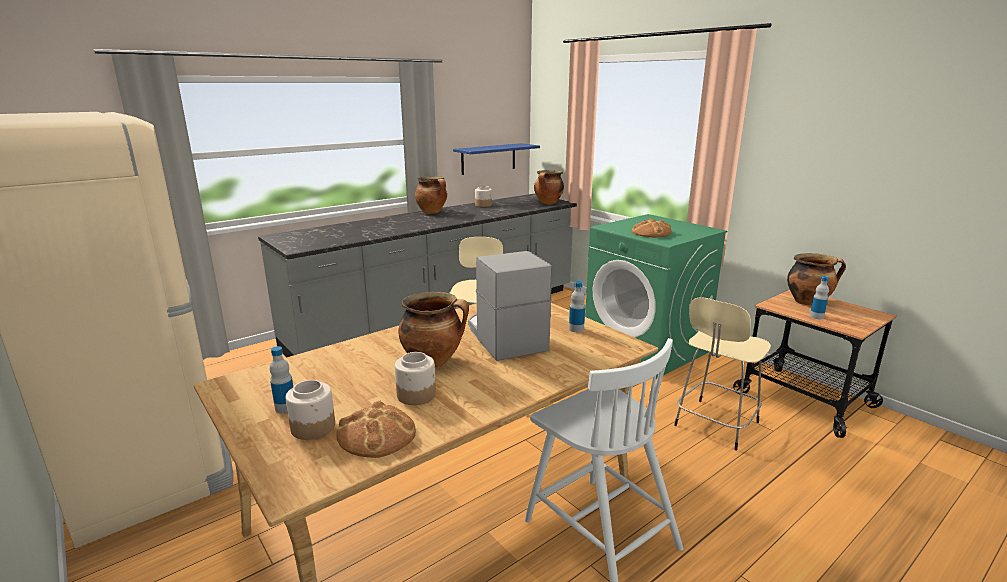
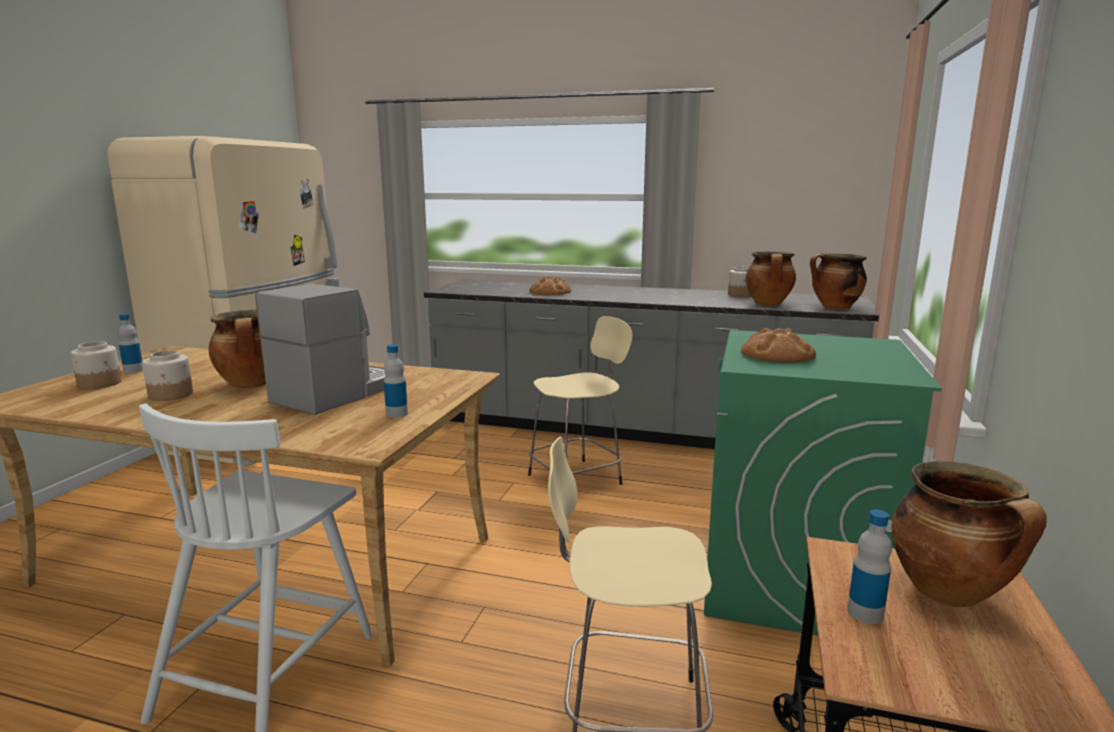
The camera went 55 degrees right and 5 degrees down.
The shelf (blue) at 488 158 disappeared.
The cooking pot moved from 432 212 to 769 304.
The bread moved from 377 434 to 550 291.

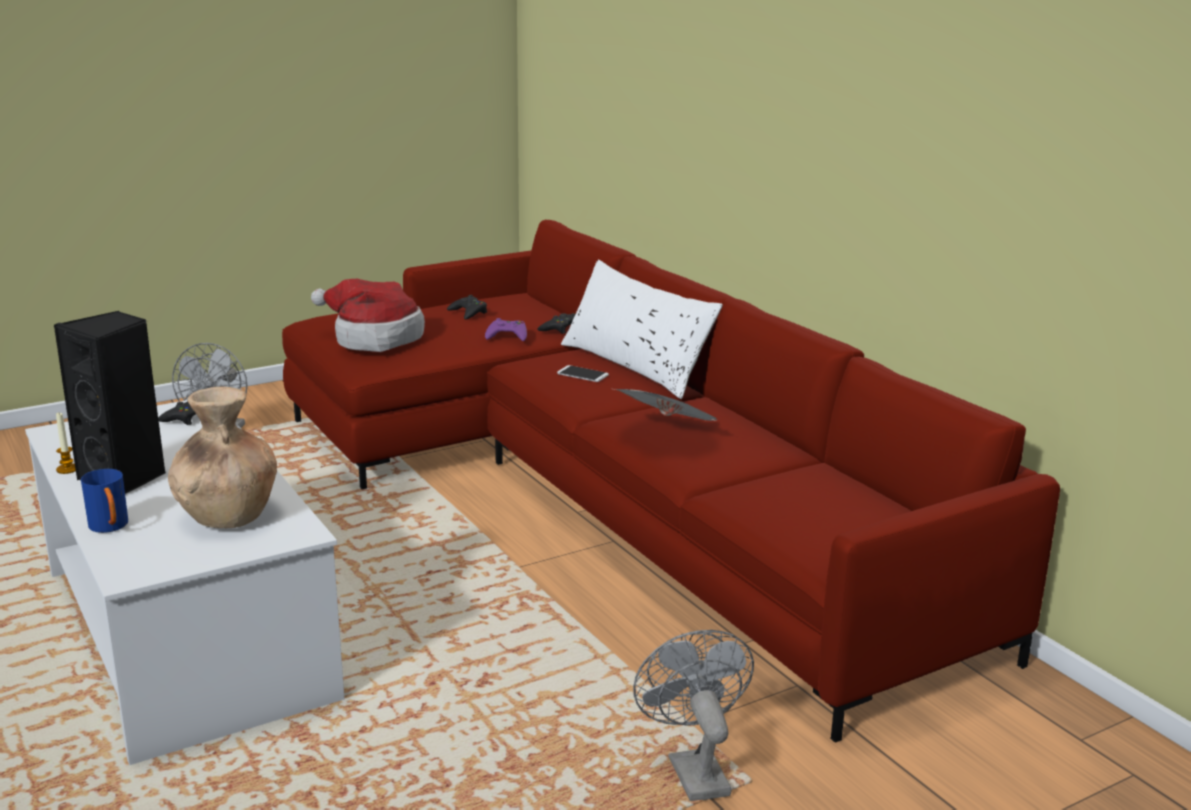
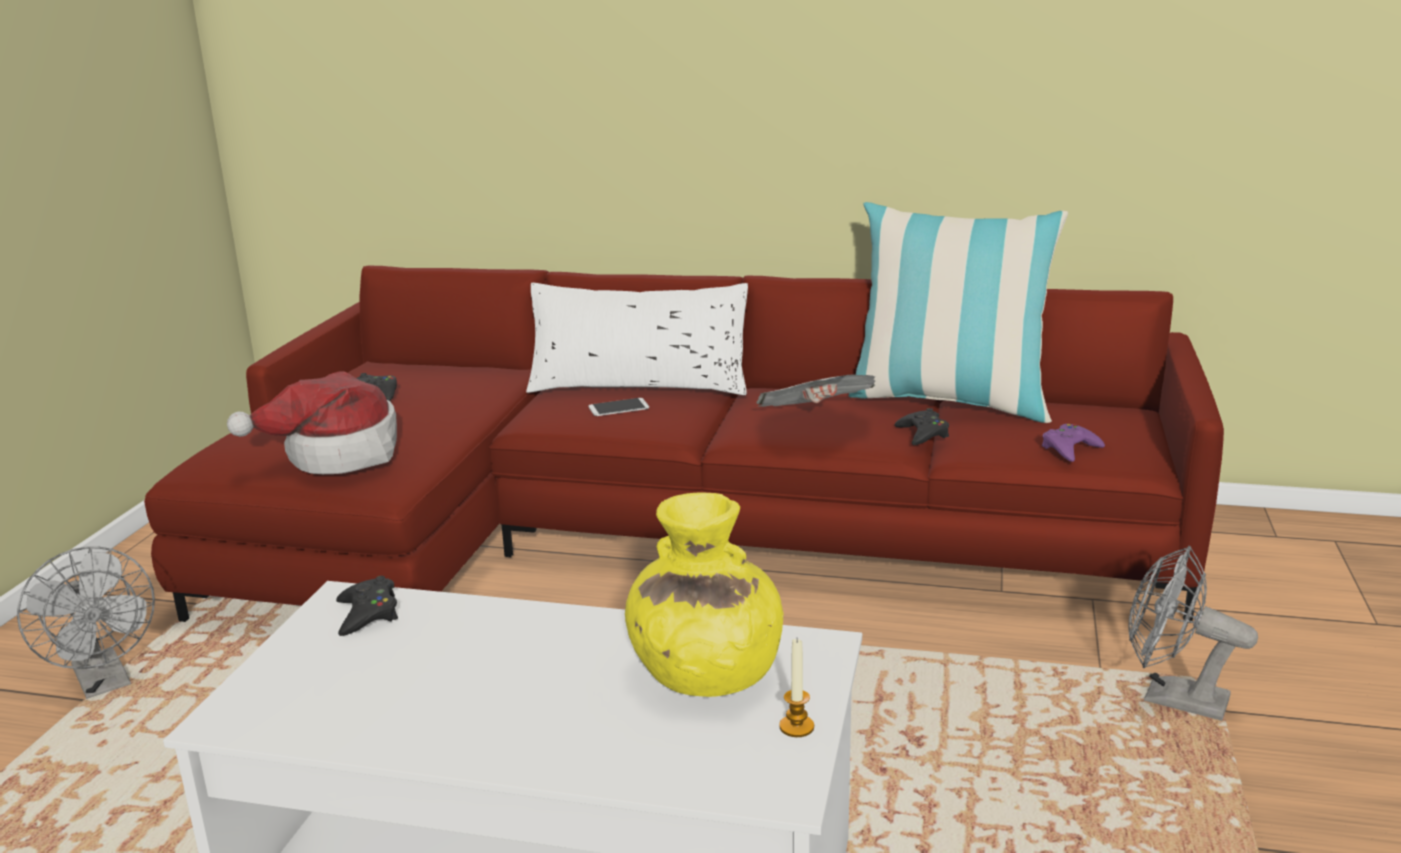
The camera went 45 degrees left and 0 degrees up.
The speaker (black) at 124 478 disappeared.
The game controller (black) moved from 560 328 to 923 434.
The game controller (purple) moved from 507 336 to 1070 449.
The vase (brown) at 227 515 became the vase (yellow) at 704 674.
The candle moved from 67 469 to 796 727.
The mug (blue) at 110 528 disappeared.
The pillow at 949 401 appeared.

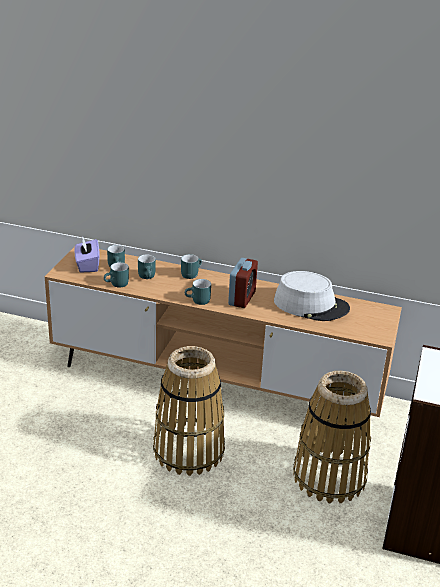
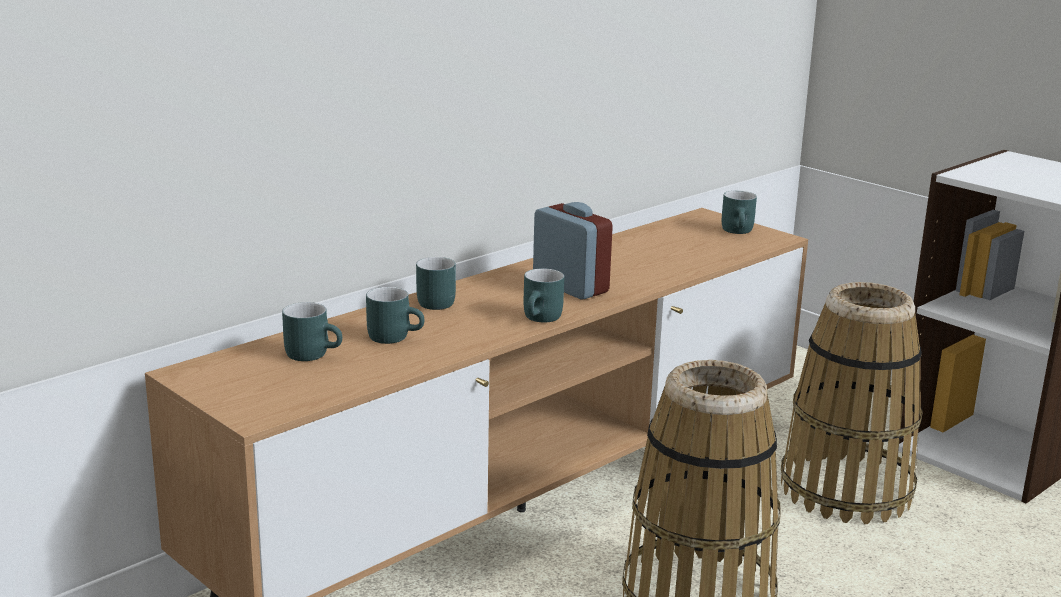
The camera went 60 degrees left and 10 degrees down.
The tissue box (purple) at 87 265 disappeared.
The mug (turquoise) moved from 117 285 to 740 231.
The hat (grey) at 311 305 disappeared.

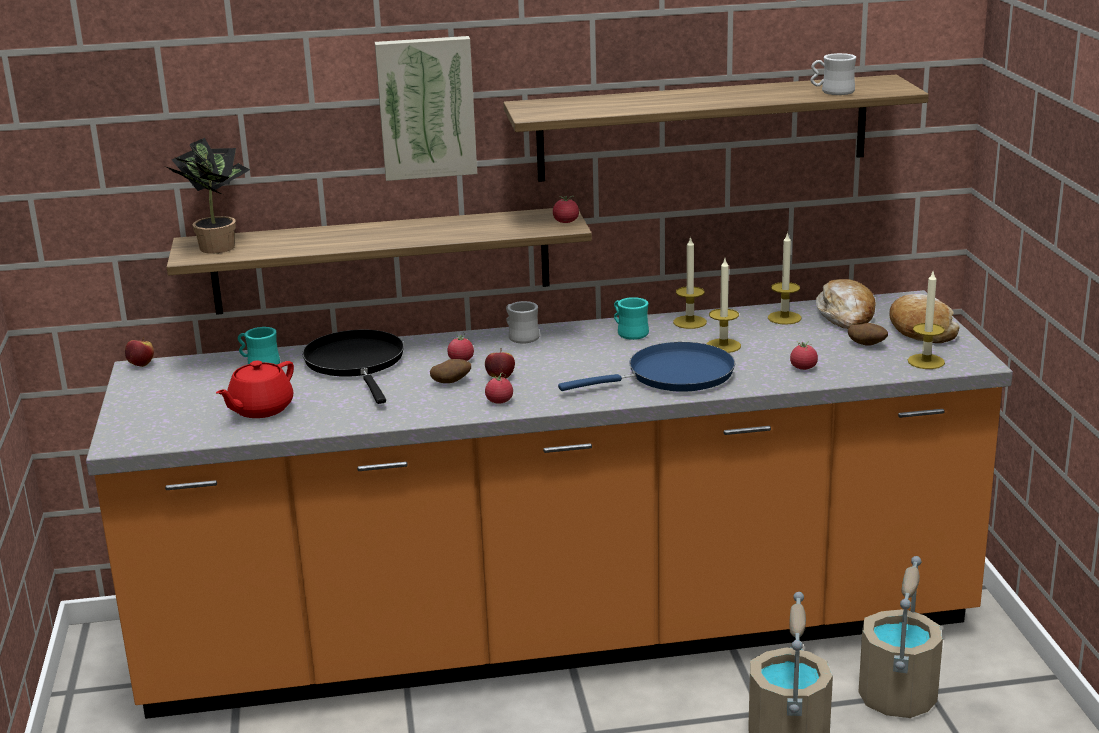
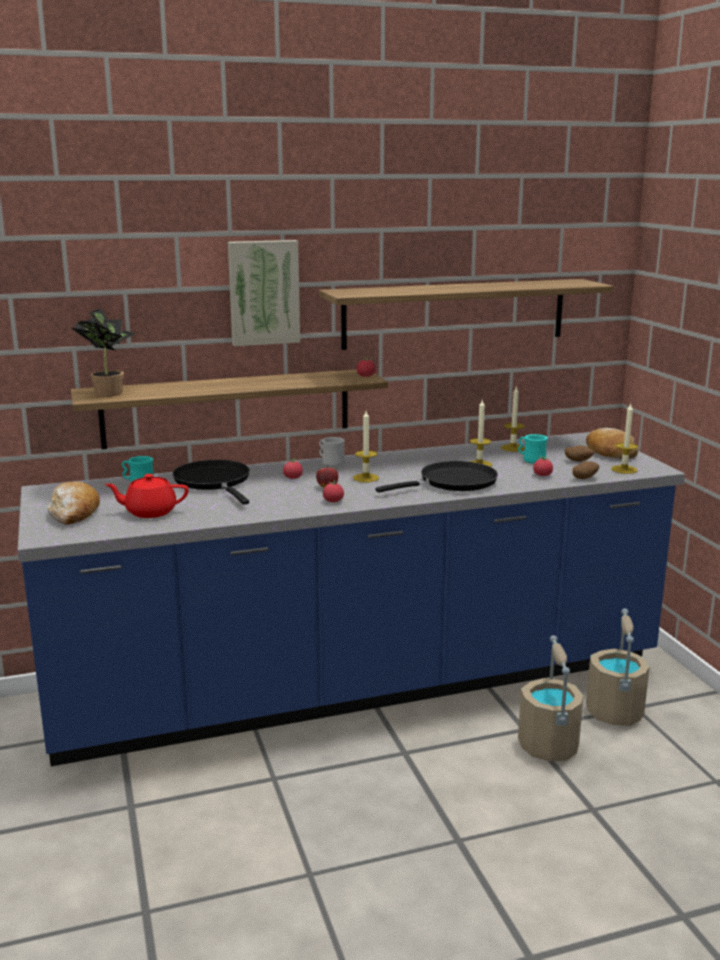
The camera went 10 degrees left and 5 degrees down.
The mug (white) at 832 92 disappeared.
The candle moved from 689 322 to 366 478.
The bread moved from 846 316 to 74 513.
The counter (orange) at 559 633 became the counter (blue) at 360 684.
The mug (turquoise) moved from 629 333 to 531 460.
The apple at 141 365 disappeared.
The frying pan (blue) at 673 376 became the frying pan (black) at 453 482.
The potato moved from 451 382 to 584 478.
The teapot (red) at 260 409 turned 60 degrees clockwise.

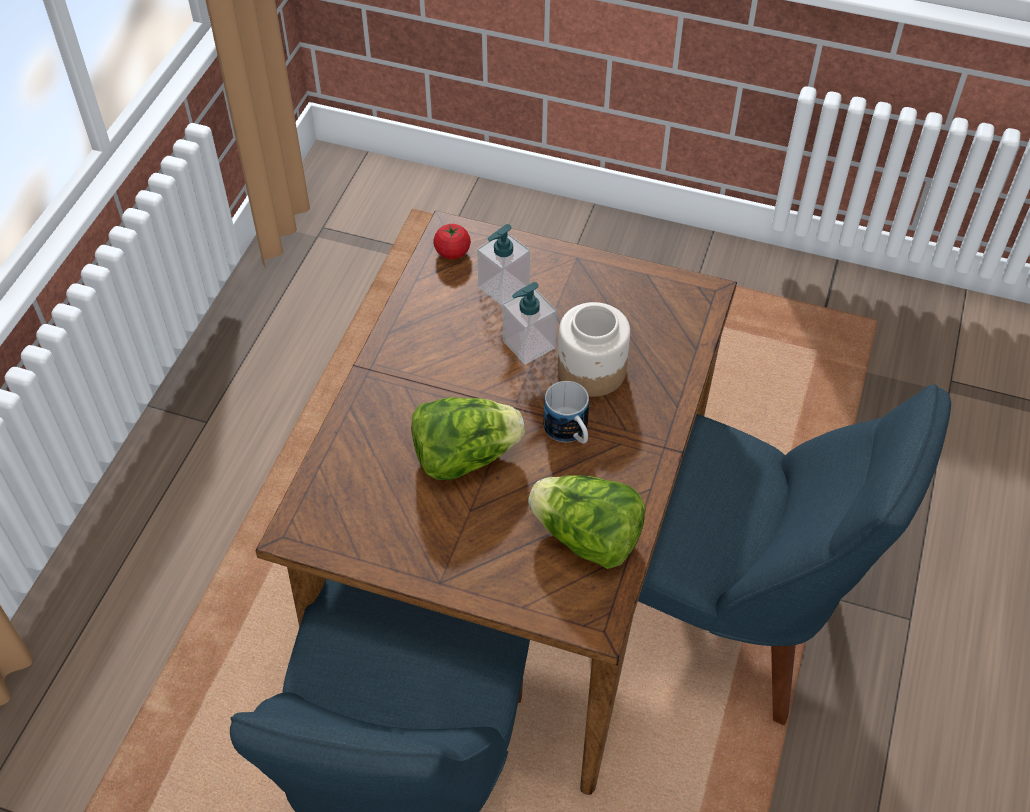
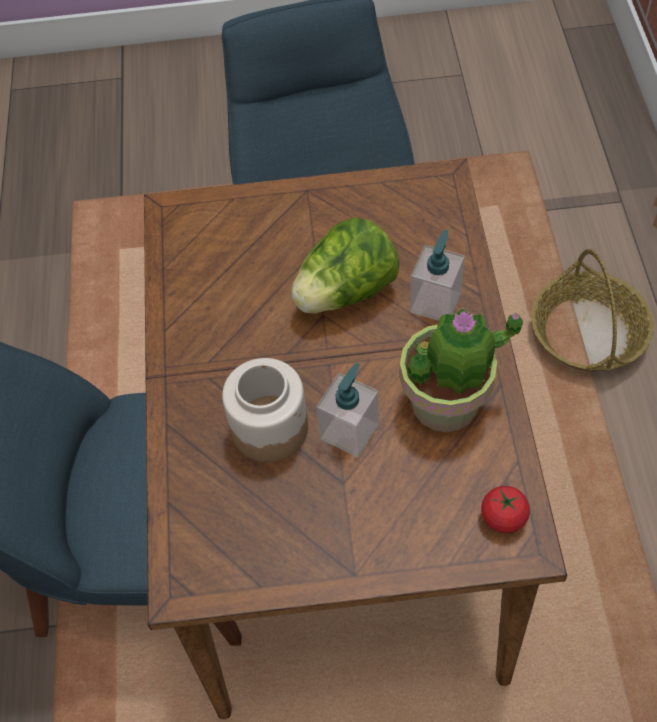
The camera went 160 degrees right and 5 degrees up.
The soap dispenser moved from 503 288 to 435 302.
The mug at 570 433 disappeared.
The lettuce at 587 538 disappeared.
The basket at 588 333 appeared.
The potted plant at 446 403 appeared.

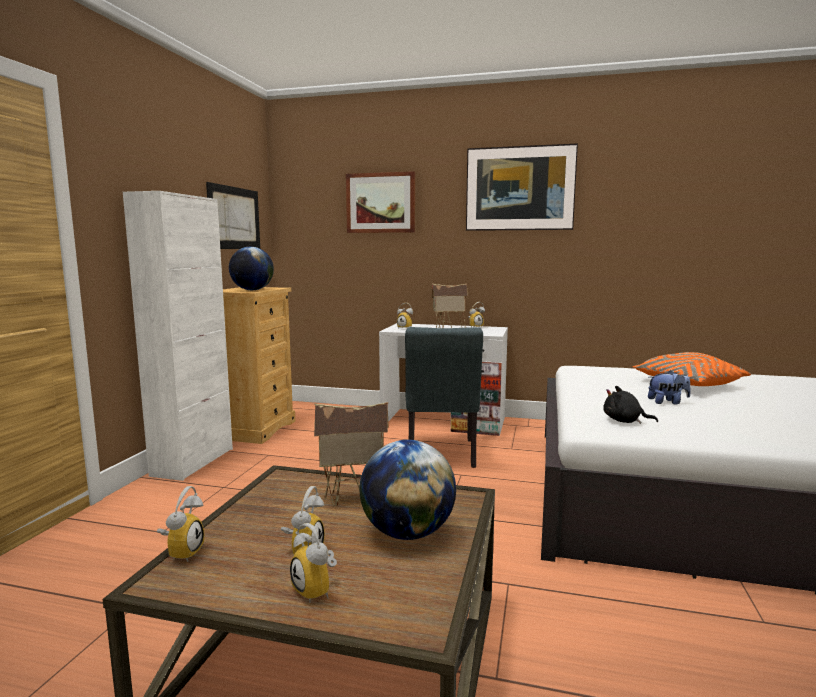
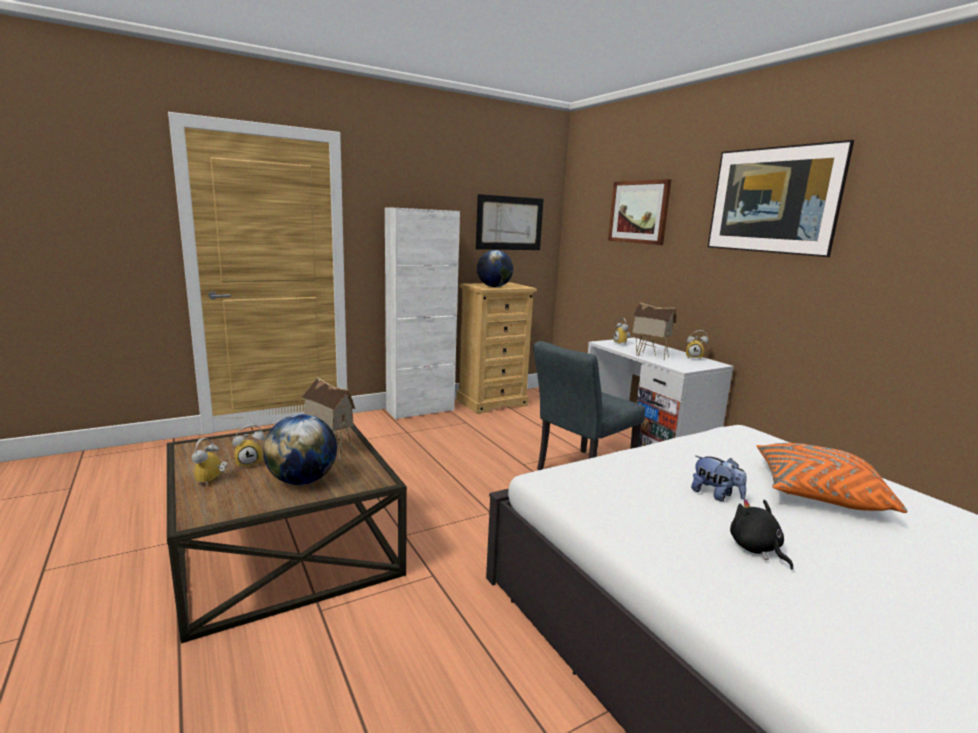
The camera went 45 degrees right and 5 degrees up.
The plush toy (black) moved from 624 421 to 756 549.
The alarm clock at 182 552 disappeared.

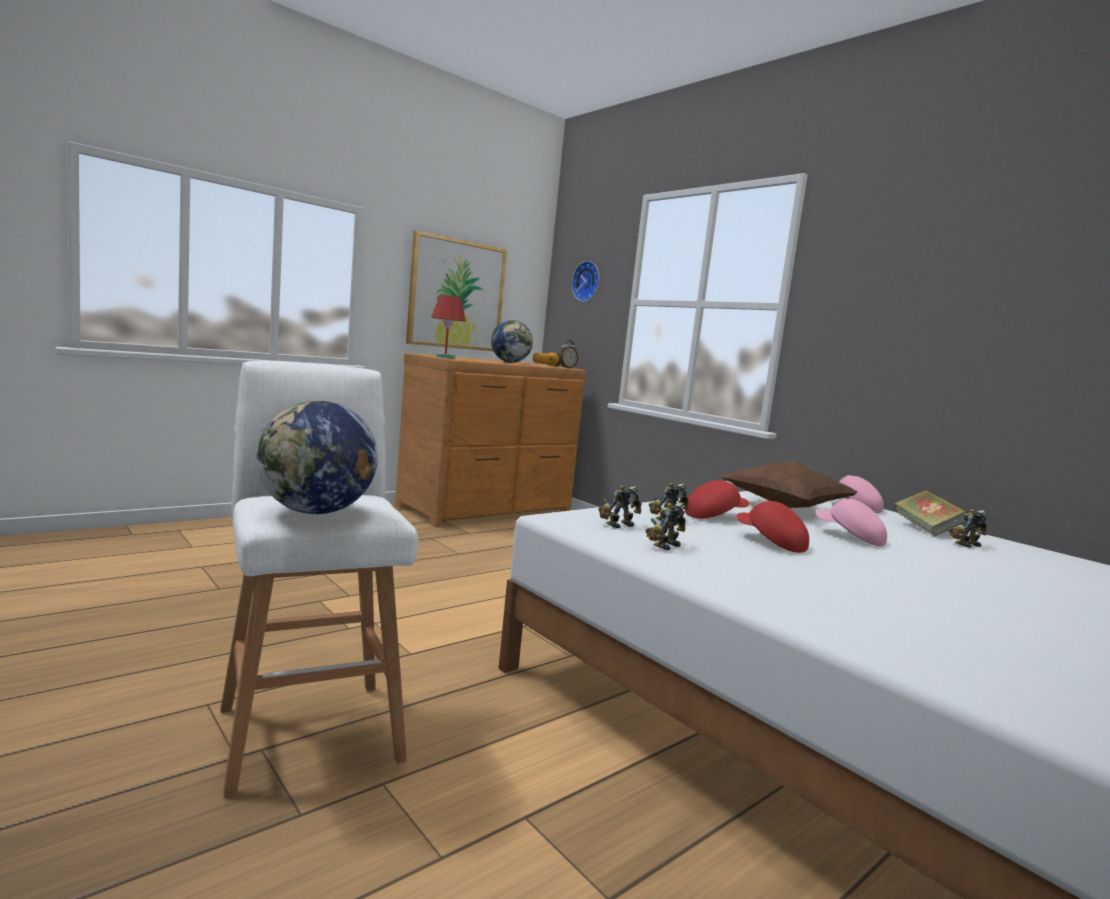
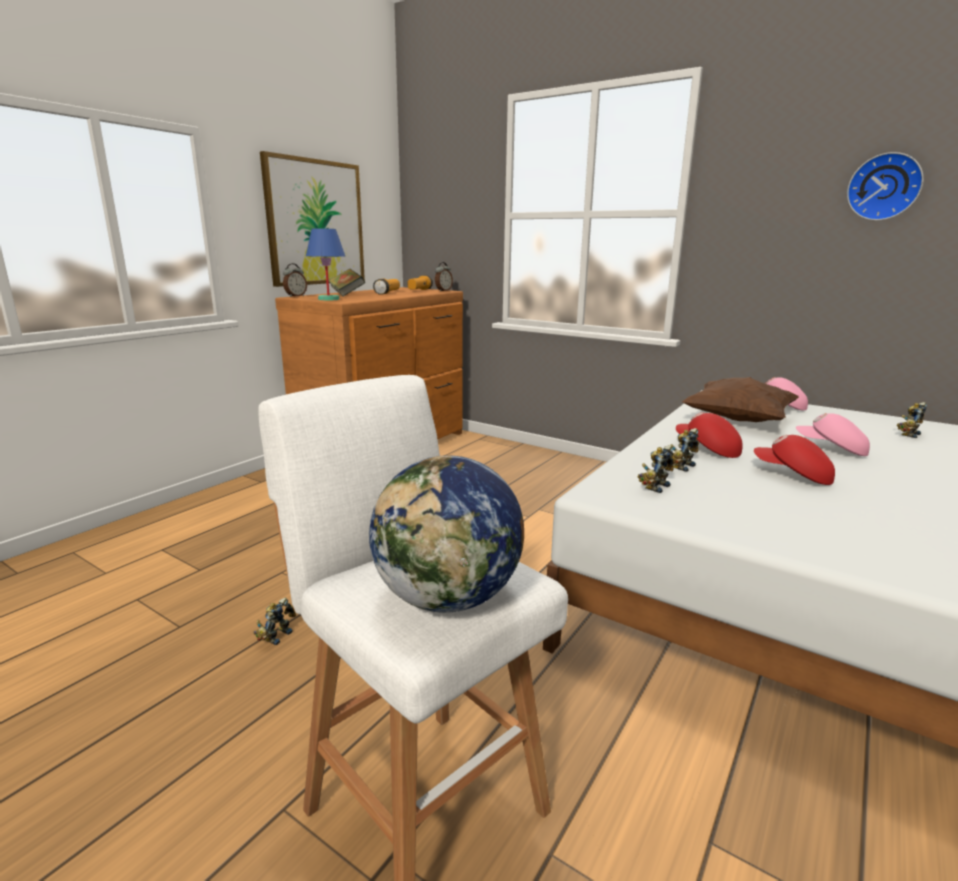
The camera went 15 degrees left and 10 degrees up.
The wall clock moved from 587 281 to 884 187.
The table lamp (red) at 445 357 became the table lamp (blue) at 328 299.
The globe at 510 362 was replaced by the flashlight at 388 293.
The cap (red) at 714 516 turned 90 degrees counterclockwise.
The book moved from 926 529 to 347 295.
The toy robot moved from 664 545 to 276 636.
The alarm clock at 295 296 appeared.

